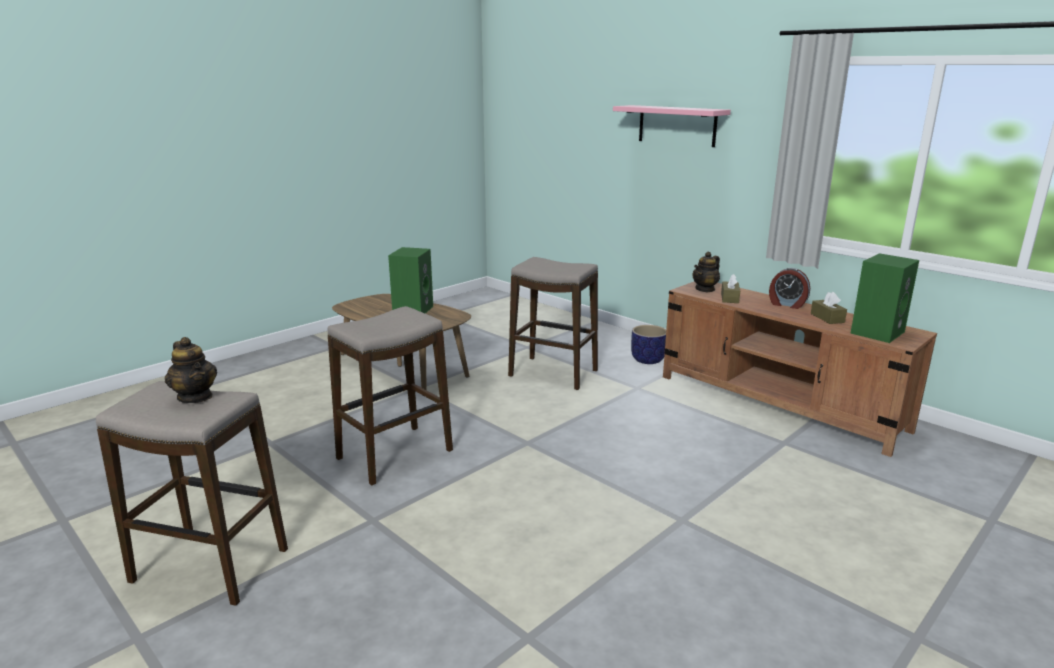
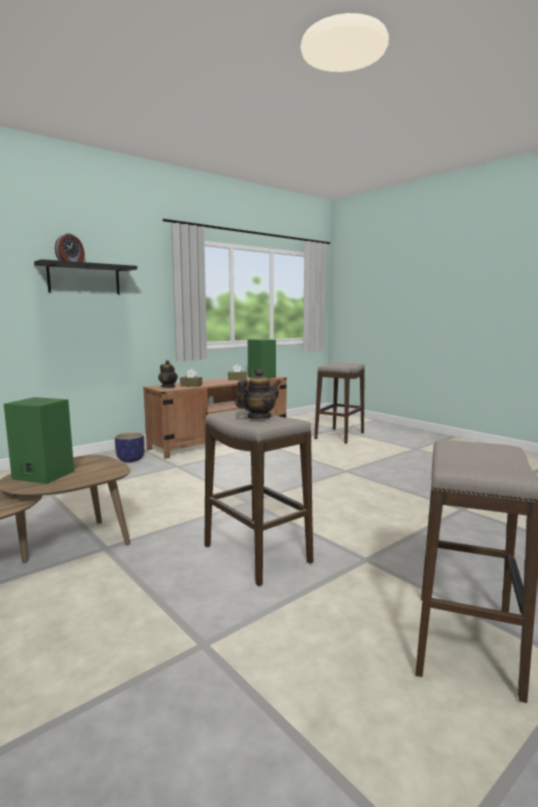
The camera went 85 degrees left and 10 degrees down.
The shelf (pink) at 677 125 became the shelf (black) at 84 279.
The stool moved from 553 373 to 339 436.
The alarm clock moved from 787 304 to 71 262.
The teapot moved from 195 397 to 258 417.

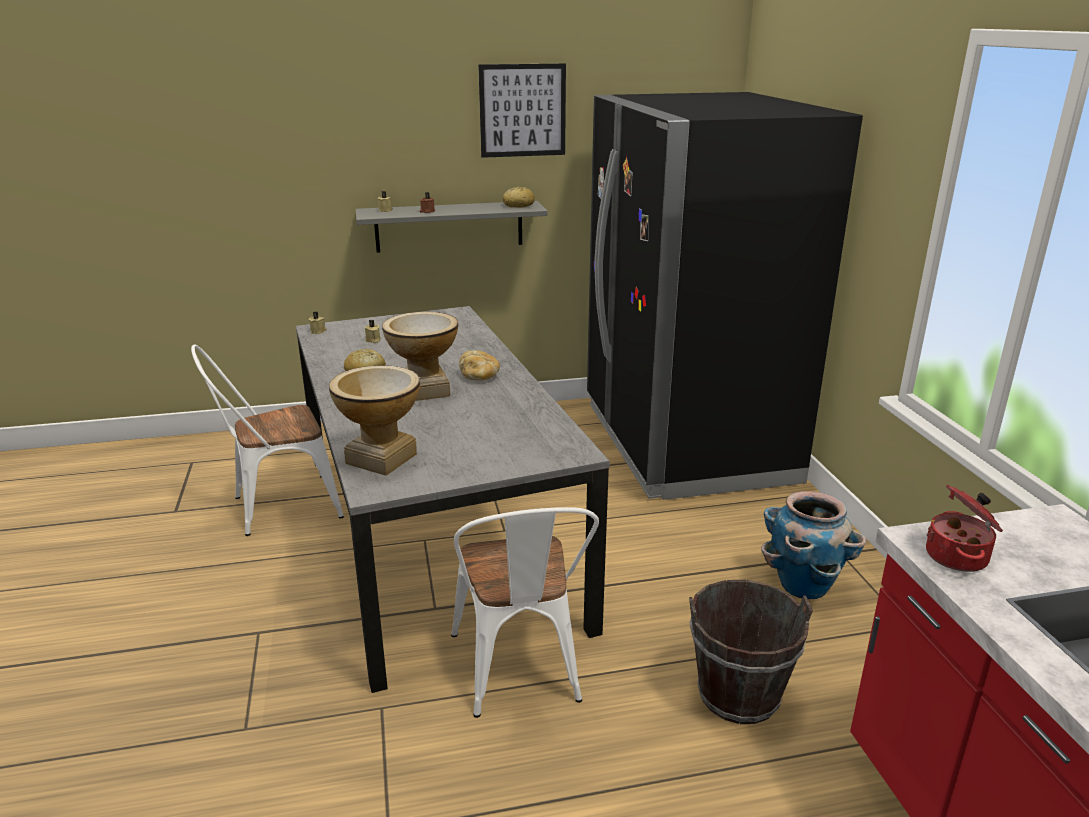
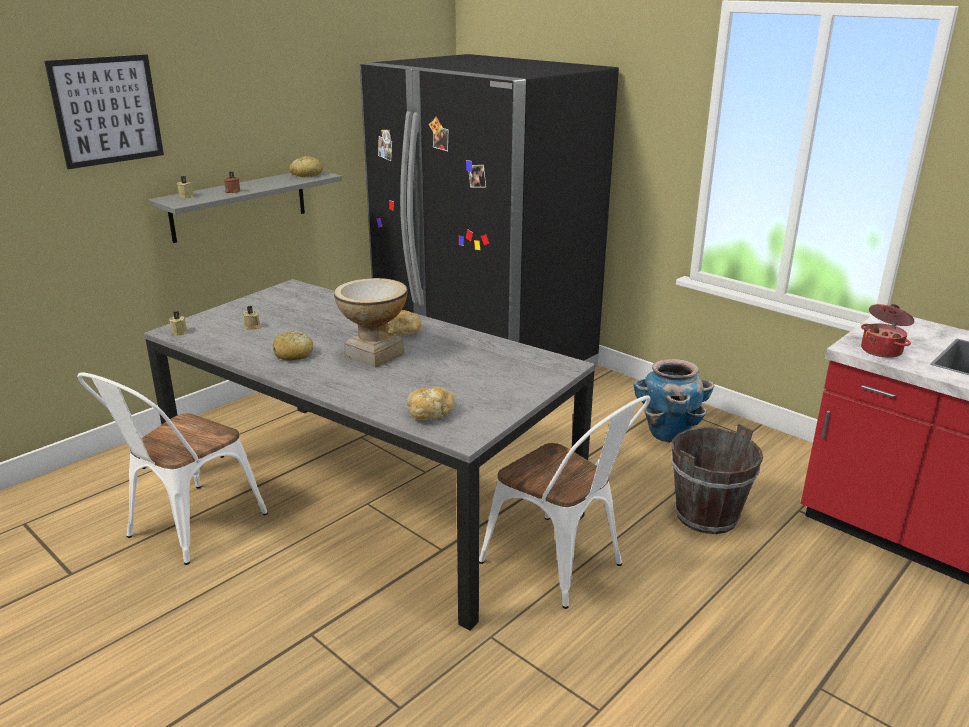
The camera went 35 degrees left and 0 degrees up.
The picture moved from 522 110 to 107 110.
The vase at 381 458 was replaced by the bread at 430 414.

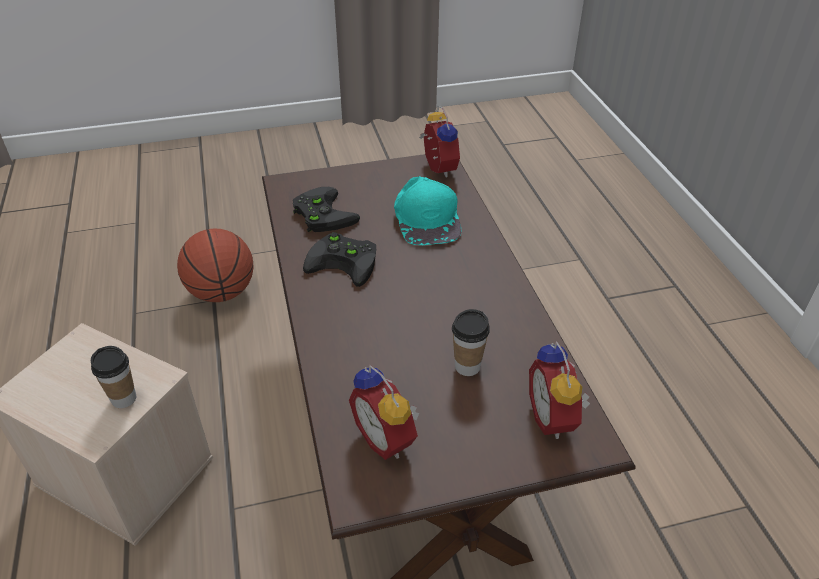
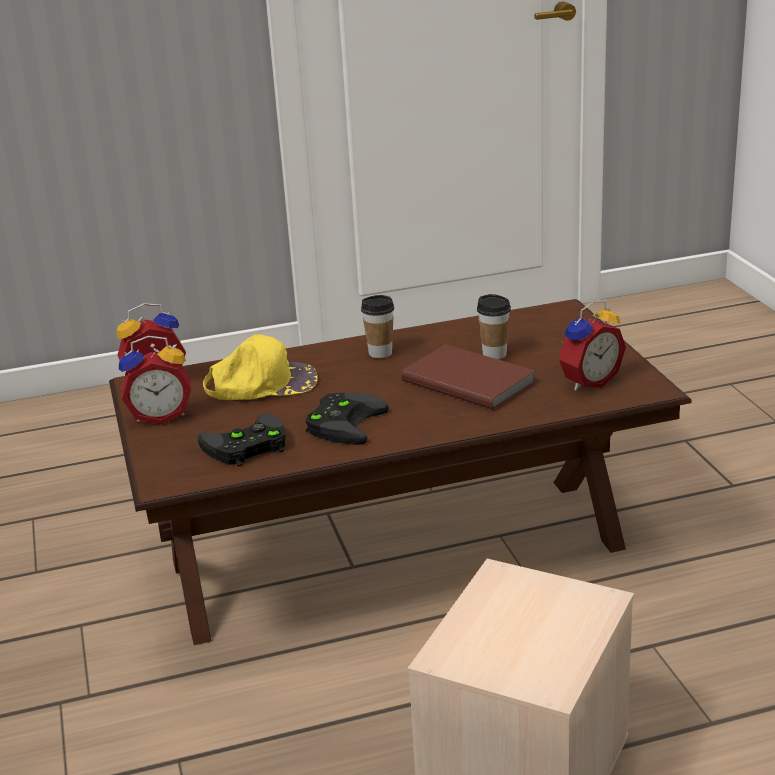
The camera went 90 degrees left and 15 degrees down.
The cap (turquoise) at 427 218 became the cap (yellow) at 261 383.
The basketball at 221 292 disappeared.
The alarm clock moved from 554 418 to 160 416.
The cup moved from 124 399 to 380 353.
The book (brown) at 468 380 appeared.

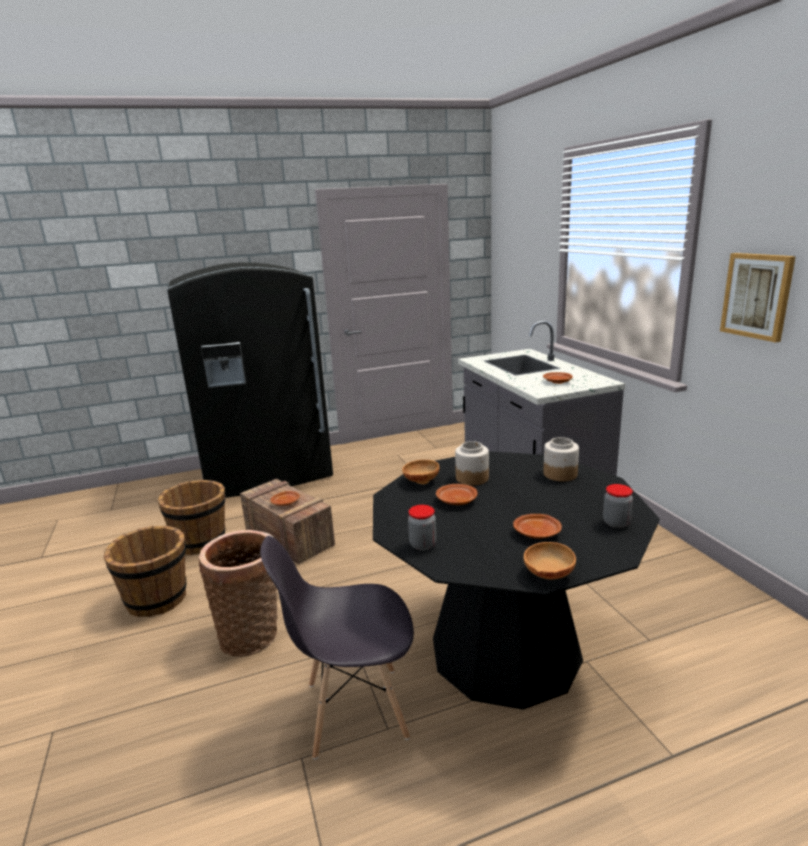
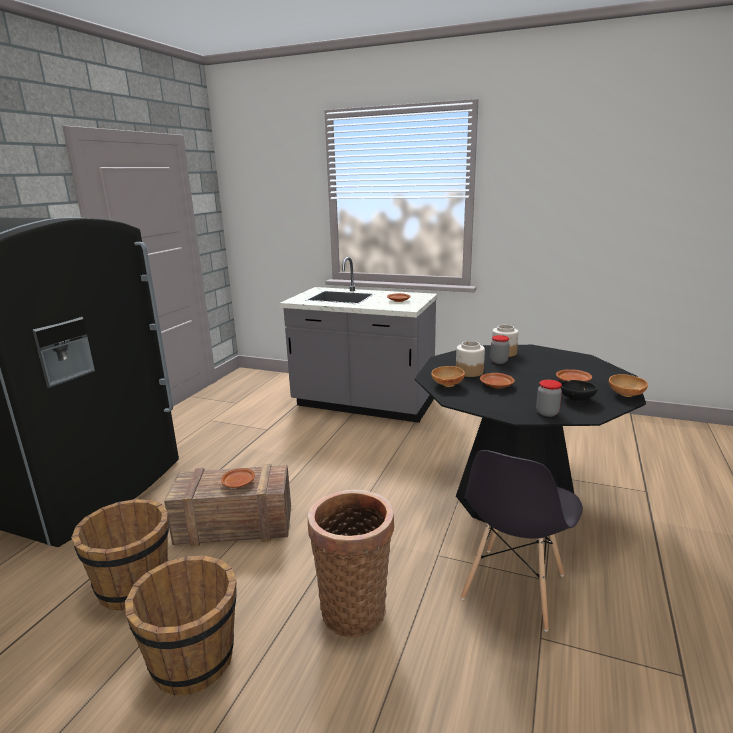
The camera went 50 degrees left and 0 degrees up.
The picture at 757 296 disappeared.
The jar moved from 616 523 to 498 361.
The bowl (black) at 576 399 appeared.

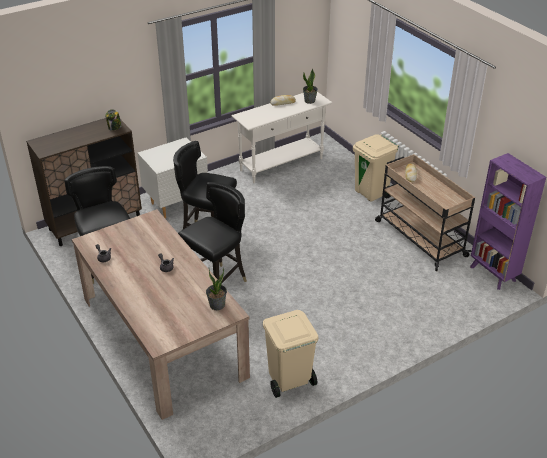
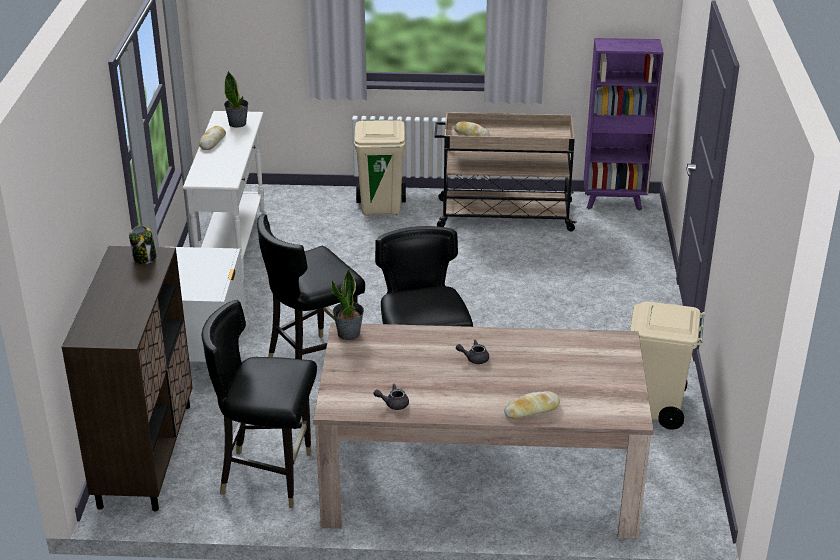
The camera went 55 degrees left and 5 degrees down.
The potted plant moved from 217 305 to 349 333.
The bread at 531 409 appeared.

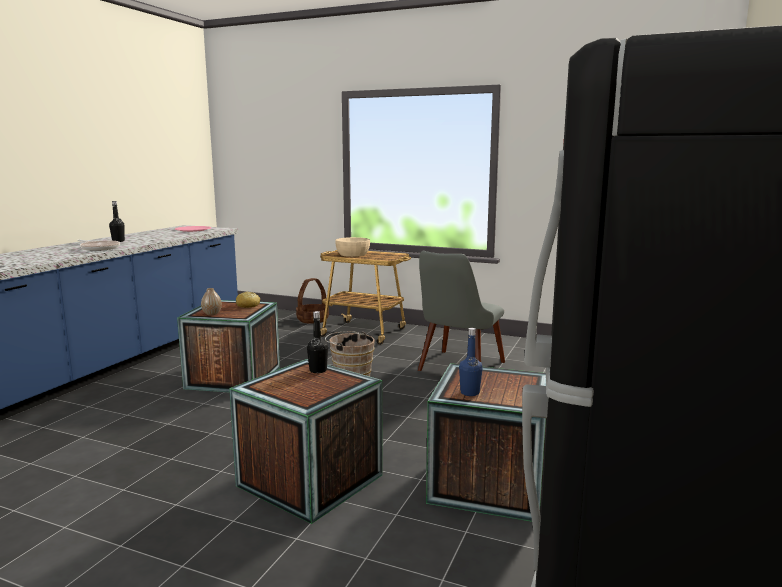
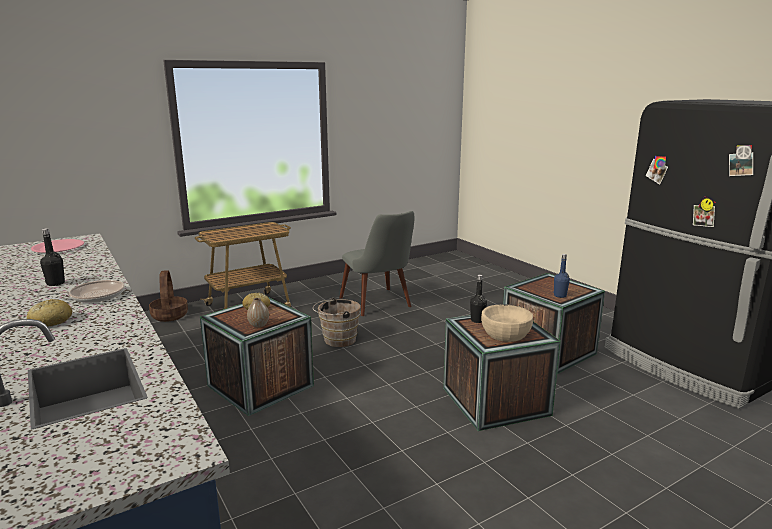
The camera went 55 degrees left and 5 degrees up.
The bowl (beige) moved from 352 254 to 505 333.
The bread at 50 321 appeared.

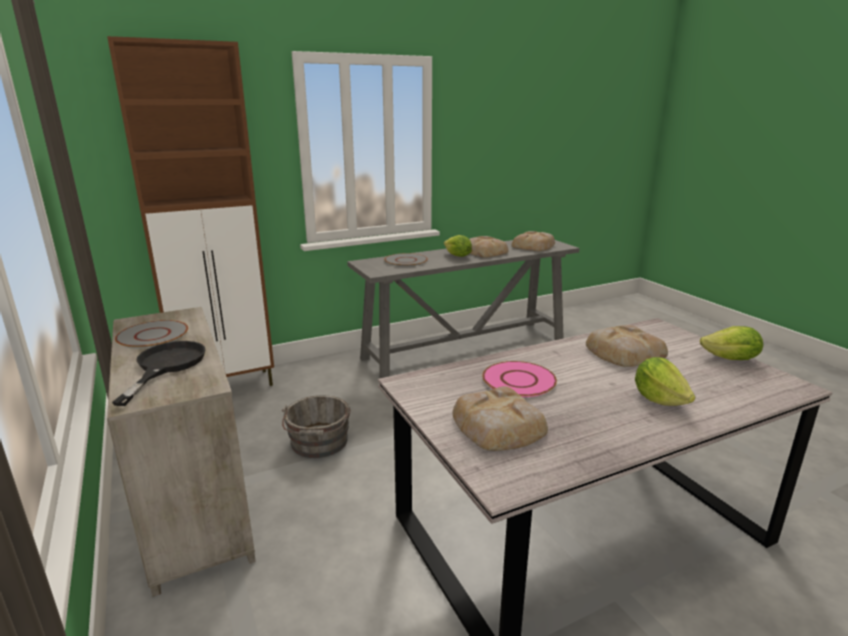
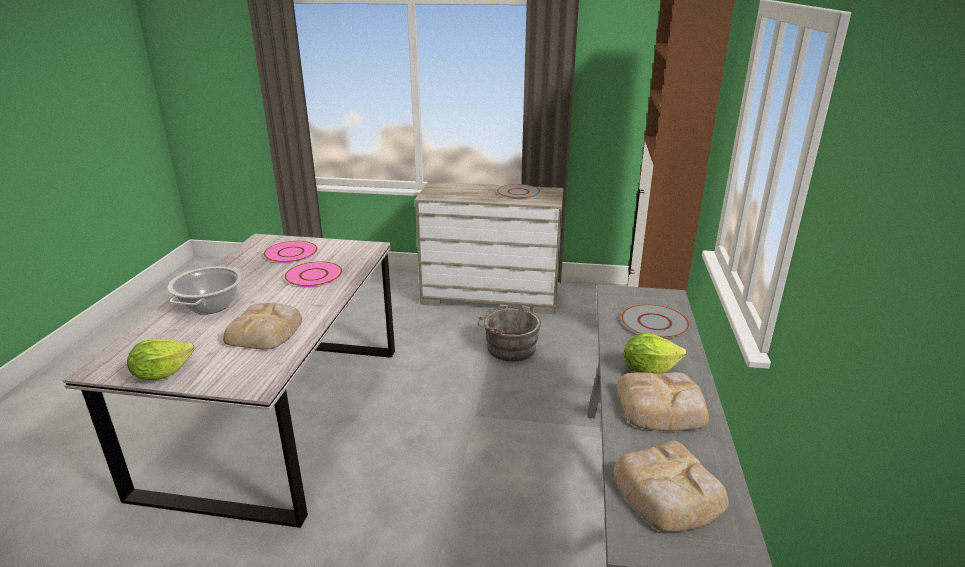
The camera went 125 degrees right and 5 degrees up.
The frying pan (black) at 166 366 disappeared.
The lettuce at 659 399 was replaced by the cooking pot at 211 305.
The bread at 498 426 was replaced by the plate (pink) at 291 253.

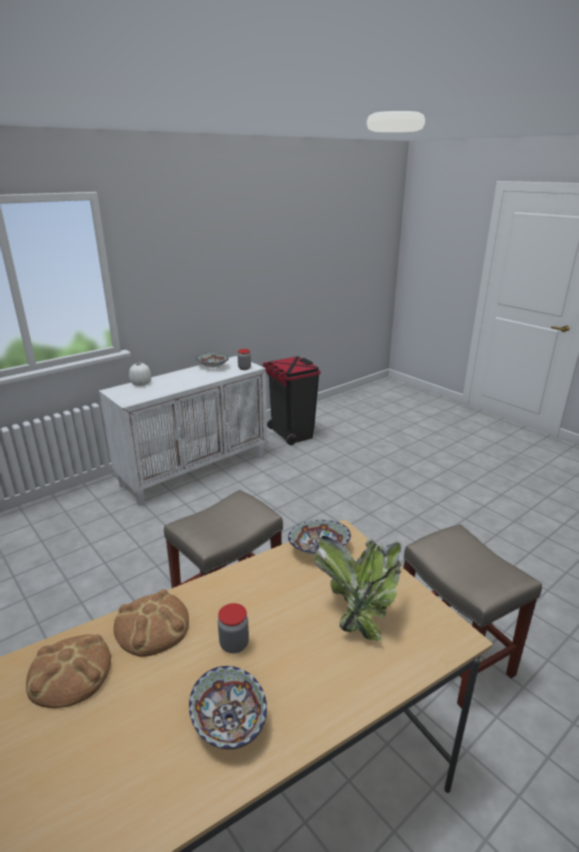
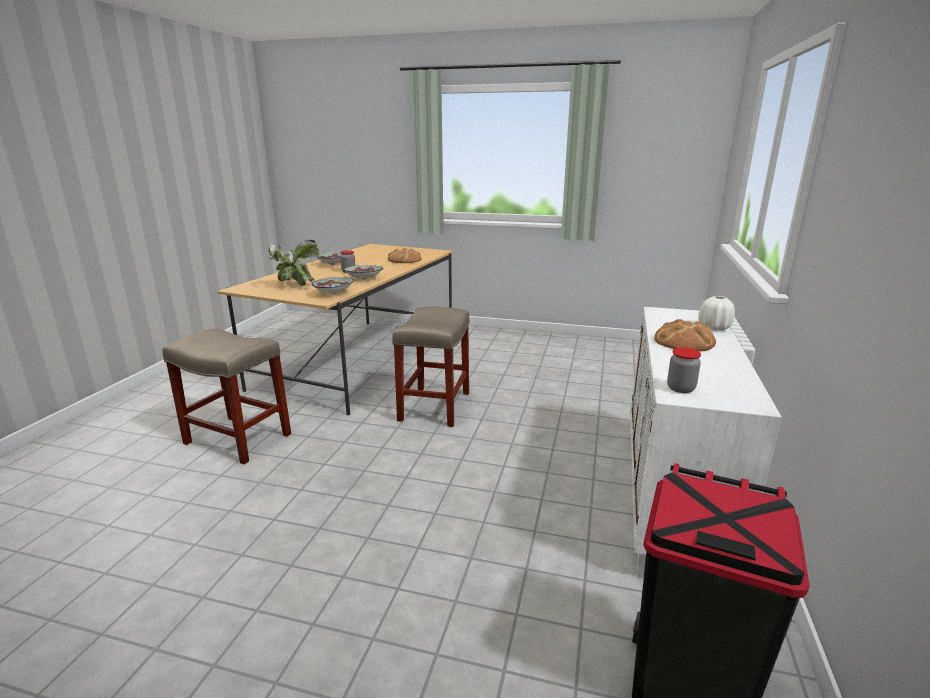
The camera went 145 degrees right and 5 degrees down.
The bowl moved from 213 366 to 363 279.
The bread moved from 152 625 to 684 341.

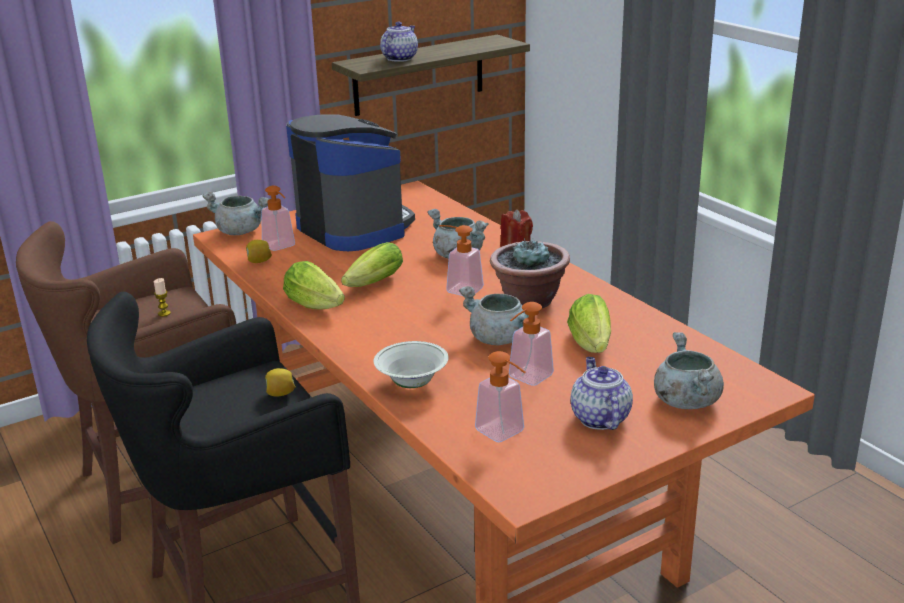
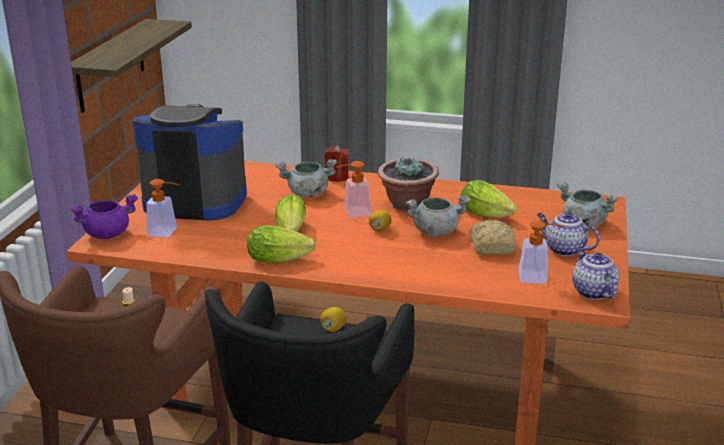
The camera went 45 degrees left and 0 degrees up.
The teapot moved from 399 58 to 592 291.
The cooking pot (grey) at 241 231 became the cooking pot (purple) at 107 234.
The lemon moved from 259 262 to 380 229.
The soap dispenser at 526 379 was replaced by the bread at 492 246.
The bowl (white) at 412 383 disappeared.

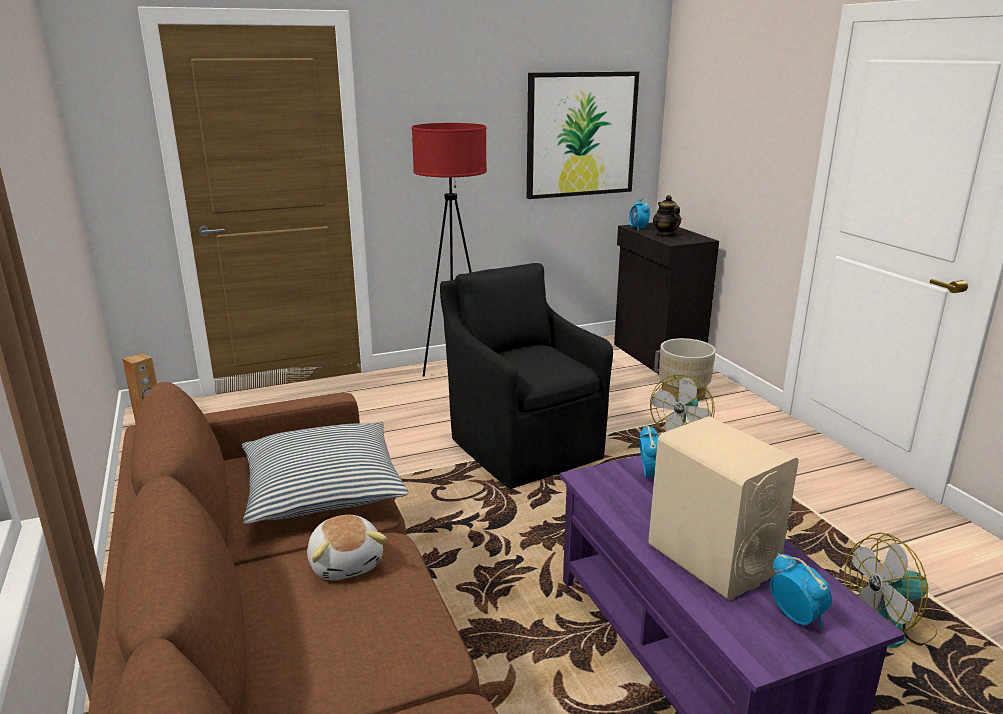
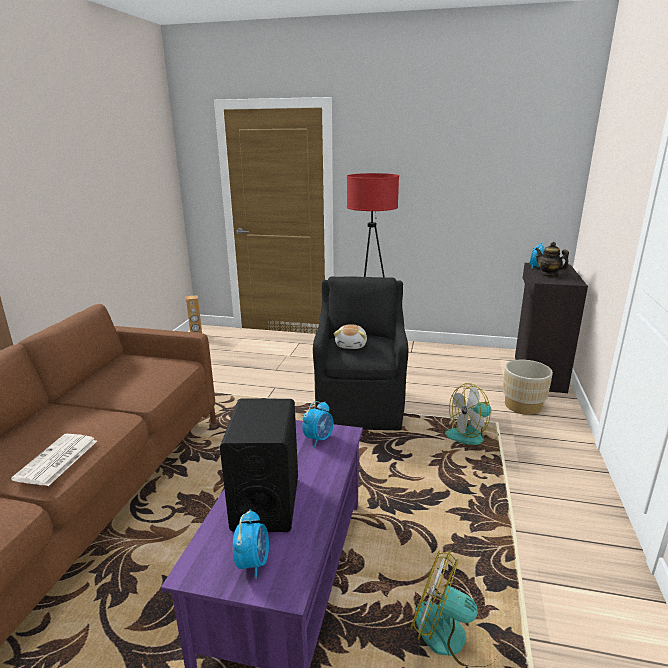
The camera went 35 degrees right and 0 degrees up.
The picture at 581 135 disappeared.
The teapot at 665 235 turned 60 degrees counterclockwise.
The speaker (beige) at 711 559 became the speaker (black) at 266 503.
The pillow at 323 488 disappeared.
The plush toy moved from 347 563 to 351 345.
The newspaper at 57 460 appeared.

